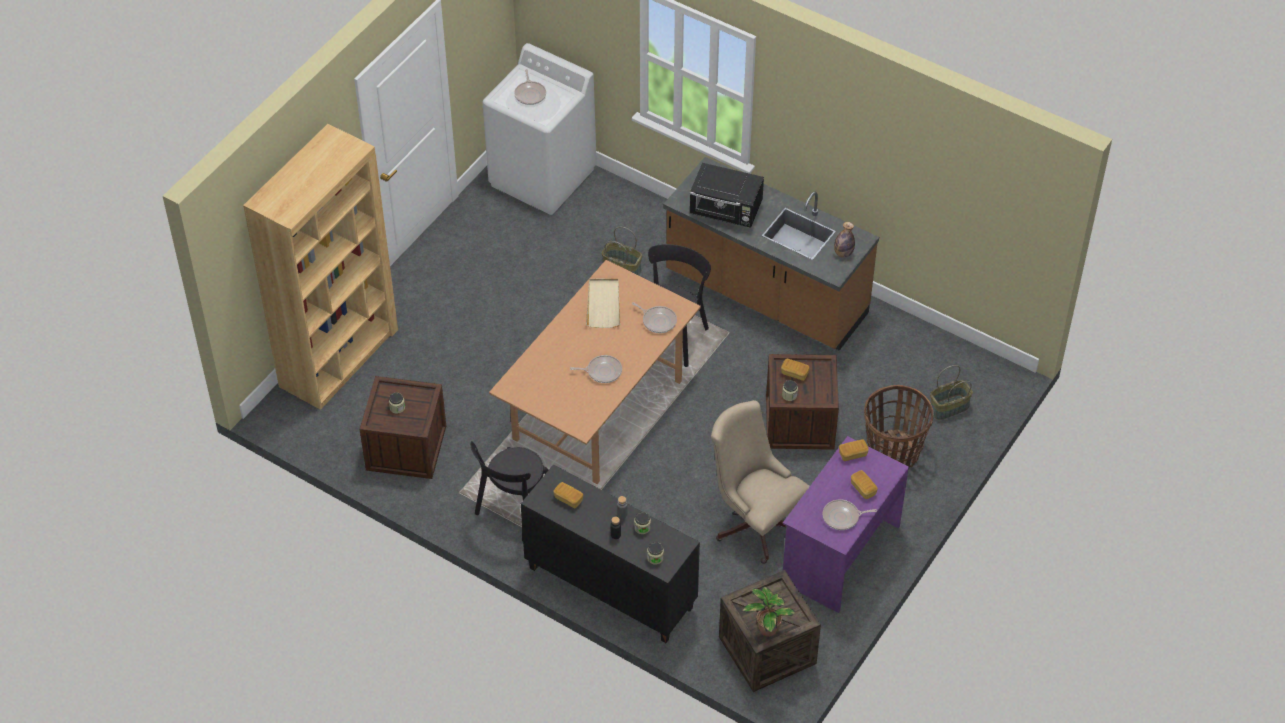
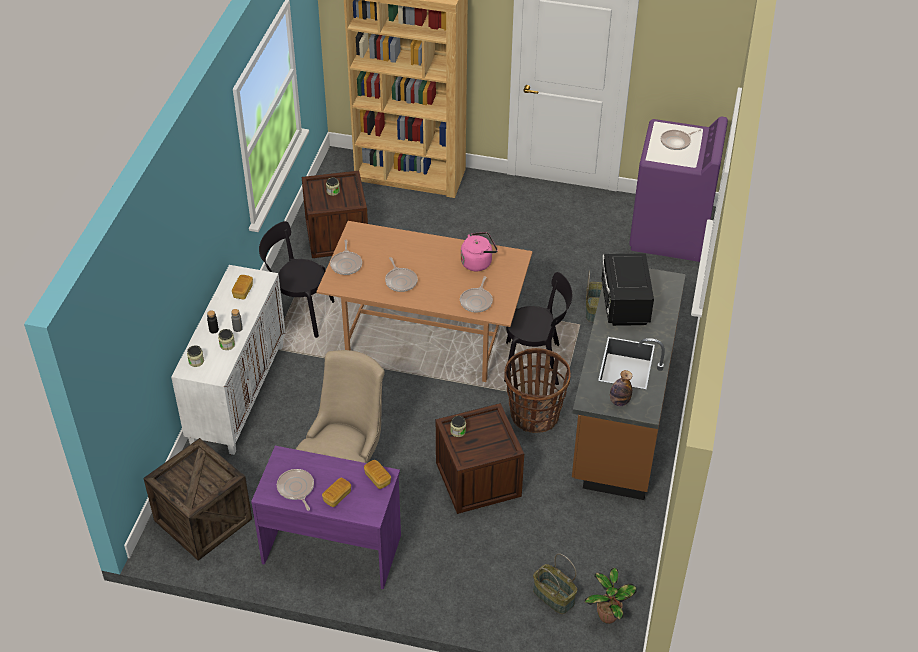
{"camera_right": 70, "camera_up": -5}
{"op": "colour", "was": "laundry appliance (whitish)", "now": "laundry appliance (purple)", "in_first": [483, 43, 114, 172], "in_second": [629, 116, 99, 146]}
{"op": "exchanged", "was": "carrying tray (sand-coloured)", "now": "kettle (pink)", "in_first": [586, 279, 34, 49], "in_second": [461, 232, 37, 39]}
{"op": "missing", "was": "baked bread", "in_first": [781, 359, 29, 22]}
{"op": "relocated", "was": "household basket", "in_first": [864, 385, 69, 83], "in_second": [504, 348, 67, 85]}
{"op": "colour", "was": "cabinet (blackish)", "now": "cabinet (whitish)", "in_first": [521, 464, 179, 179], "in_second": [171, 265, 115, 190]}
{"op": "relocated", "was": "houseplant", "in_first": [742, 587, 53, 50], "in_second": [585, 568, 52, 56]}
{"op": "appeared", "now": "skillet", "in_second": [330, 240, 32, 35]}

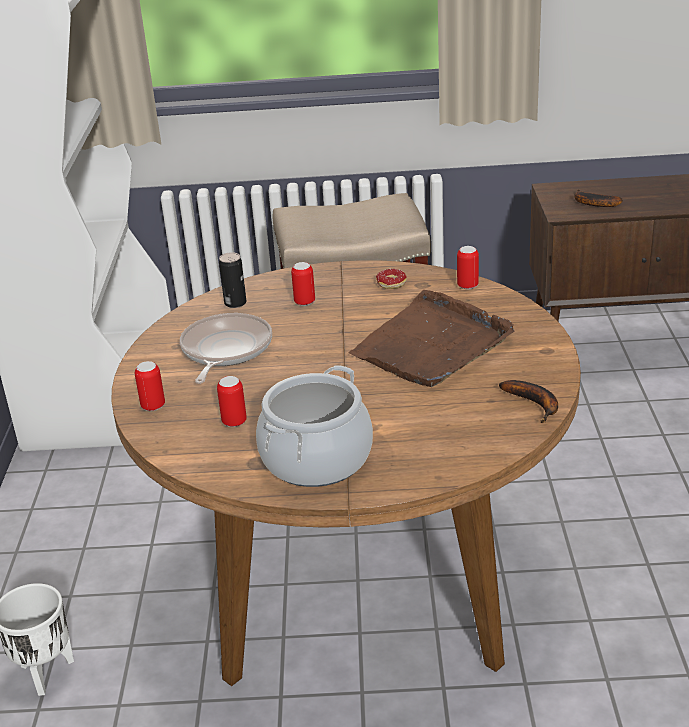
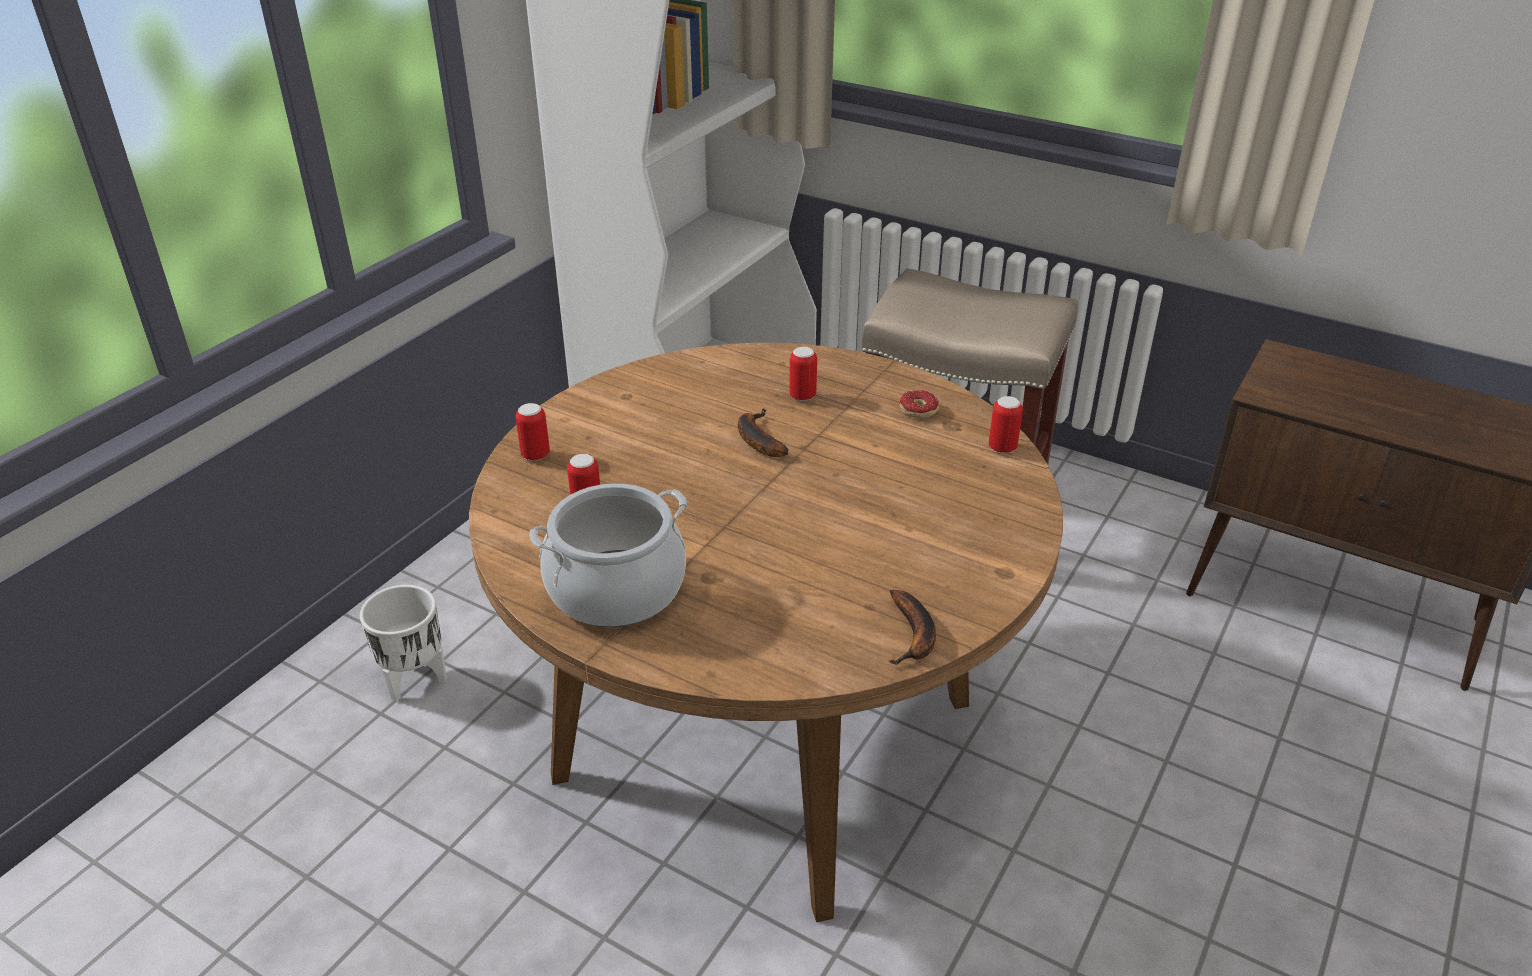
{"camera_right": 30, "camera_up": 5}
{"op": "relocated", "was": "banana", "in_first": [574, 189, 49, 18], "in_second": [738, 408, 51, 49]}
{"op": "missing", "was": "metal can", "in_first": [219, 252, 27, 56]}
{"op": "missing", "was": "carrying tray (brownish)", "in_first": [348, 290, 166, 97]}
{"op": "missing", "was": "skillet", "in_first": [180, 313, 92, 71]}

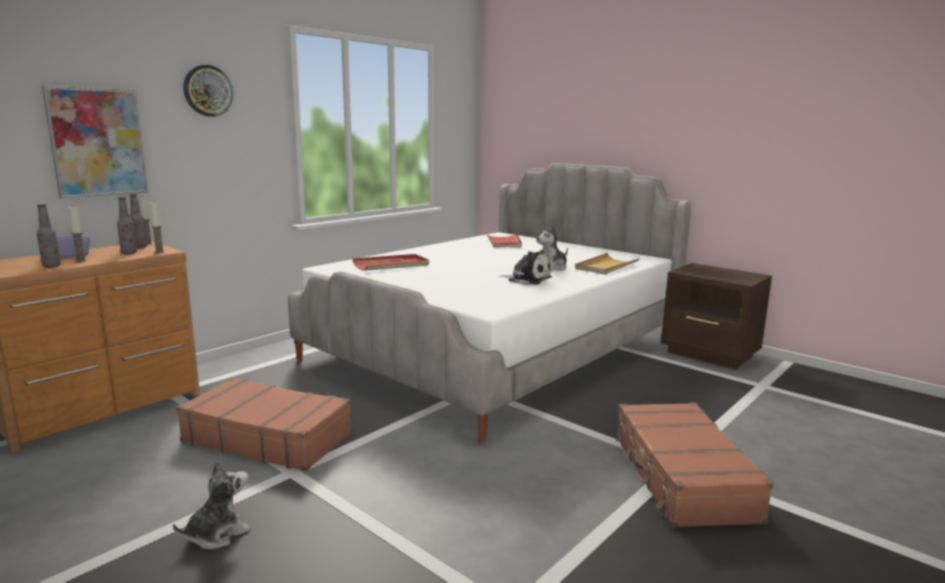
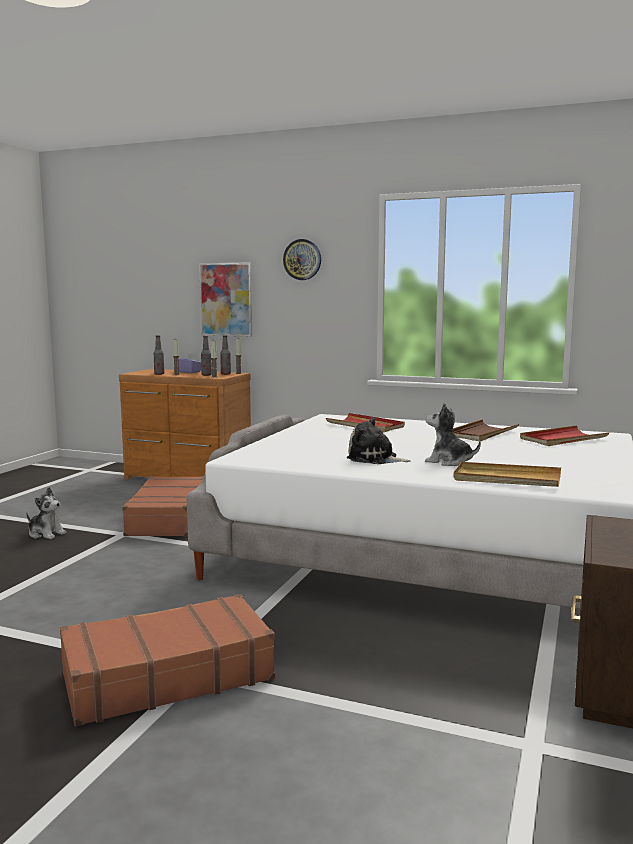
{"camera_right": 70, "camera_up": -5}
{"op": "spun", "was": "soft toy", "in_first": [499, 250, 53, 35], "in_second": [347, 417, 64, 47], "clockwise": 105}
{"op": "appeared", "now": "carrying tray (brownish)", "in_second": [453, 419, 66, 23]}

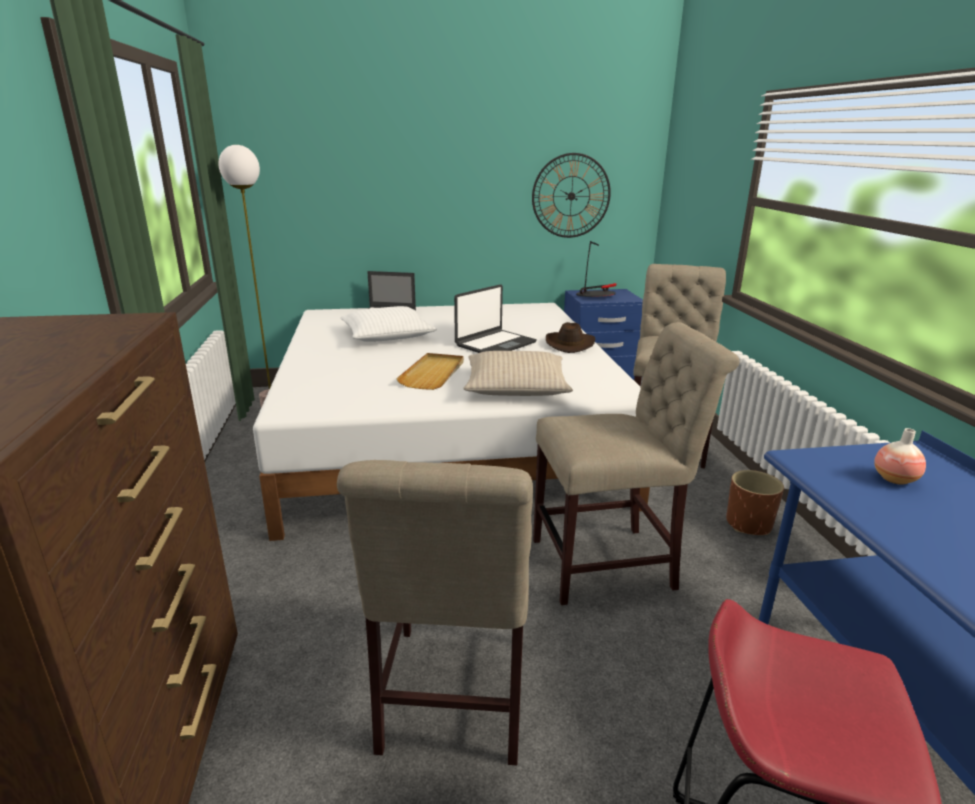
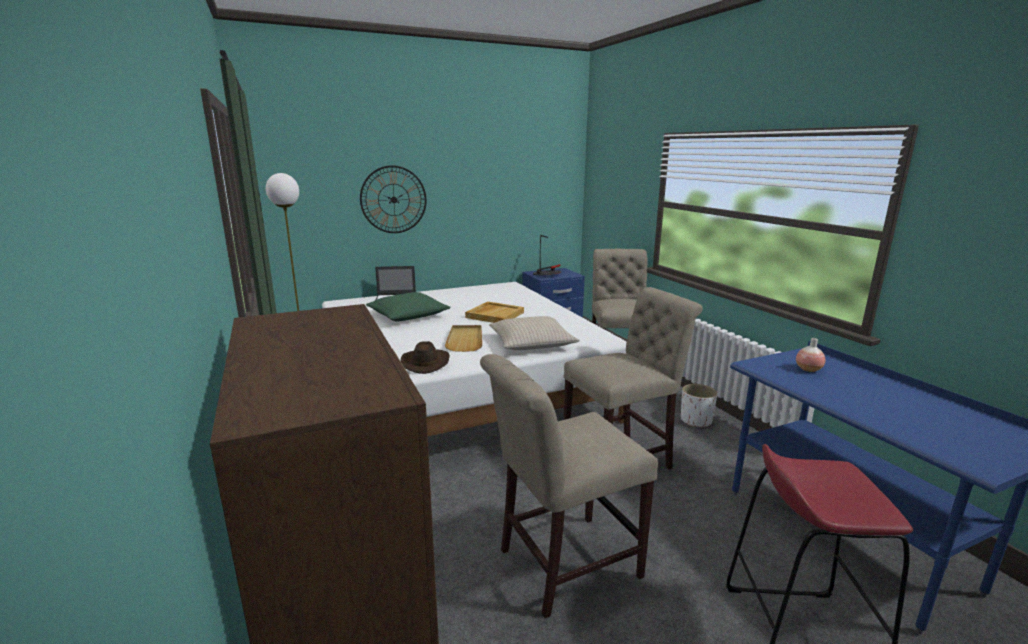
{"camera_right": -15, "camera_up": -5}
{"op": "relocated", "was": "hanging clock", "in_first": [532, 153, 79, 85], "in_second": [360, 165, 66, 68]}
{"op": "exchanged", "was": "notebook computer", "now": "carrying tray (sand-coloured)", "in_first": [454, 284, 83, 69], "in_second": [465, 302, 59, 21]}
{"op": "colour", "was": "pillow (whitish)", "now": "pillow (greenish)", "in_first": [340, 306, 97, 36], "in_second": [366, 292, 85, 30]}
{"op": "relocated", "was": "clothing hat (brownish)", "in_first": [546, 322, 49, 31], "in_second": [401, 341, 49, 33]}
{"op": "spun", "was": "upright chair (sand-coloured)", "in_first": [337, 460, 196, 305], "in_second": [480, 354, 178, 264], "clockwise": 75}
{"op": "colour", "was": "plant pot (brownish)", "now": "plant pot (whitish)", "in_first": [726, 470, 58, 65], "in_second": [681, 384, 36, 43]}

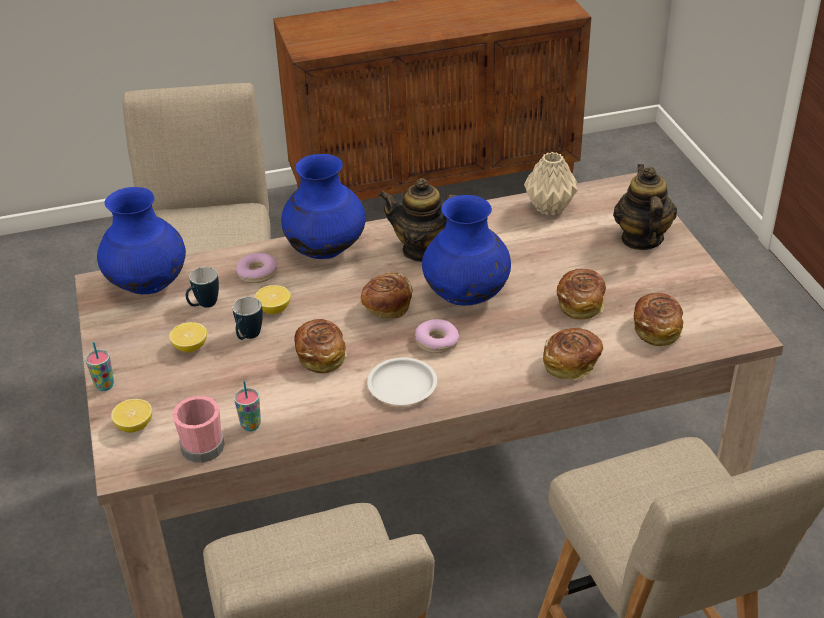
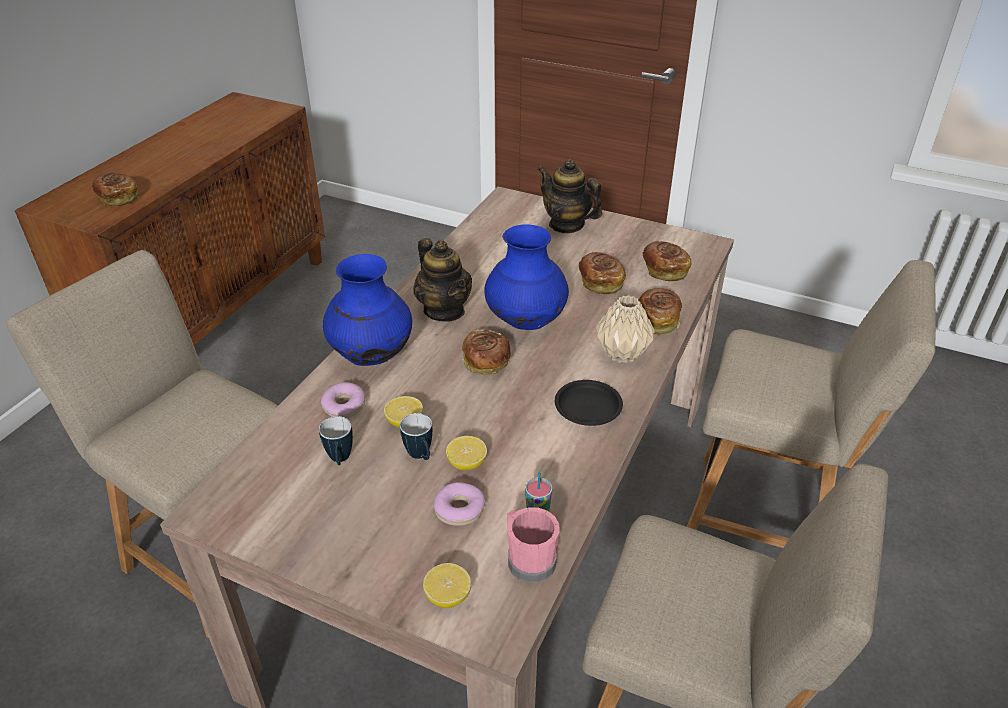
{"camera_right": -50, "camera_up": 0}
{"op": "relocated", "was": "decorative vase (sand-coloured)", "in_first": [524, 152, 54, 64], "in_second": [596, 295, 59, 68]}
{"op": "spun", "was": "tea pot", "in_first": [378, 178, 79, 84], "in_second": [414, 238, 58, 83], "clockwise": -90}
{"op": "missing", "was": "decorative vase (blue)", "in_first": [97, 187, 89, 107]}
{"op": "relocated", "was": "baked bread", "in_first": [294, 319, 53, 55], "in_second": [92, 173, 46, 33]}
{"op": "relocated", "was": "doughnut", "in_first": [415, 319, 44, 34], "in_second": [434, 482, 52, 44]}
{"op": "relocated", "was": "lemon", "in_first": [169, 322, 38, 30], "in_second": [446, 436, 41, 34]}
{"op": "missing", "was": "cup", "in_first": [85, 342, 29, 49]}
{"op": "colour", "was": "dinner plate (whitish)", "now": "dinner plate (blackish)", "in_first": [367, 358, 70, 47], "in_second": [555, 380, 68, 46]}

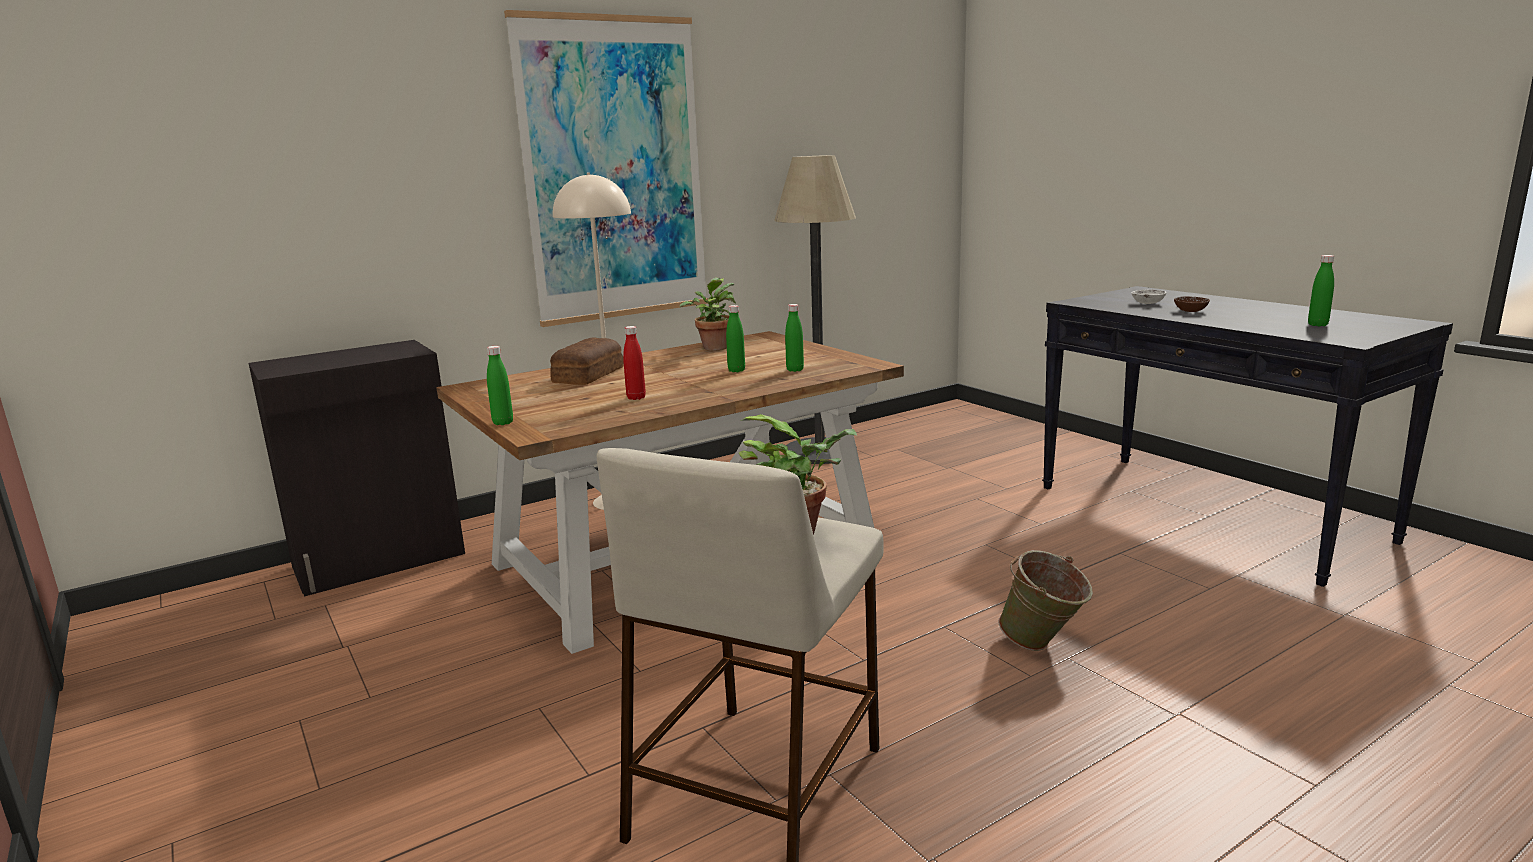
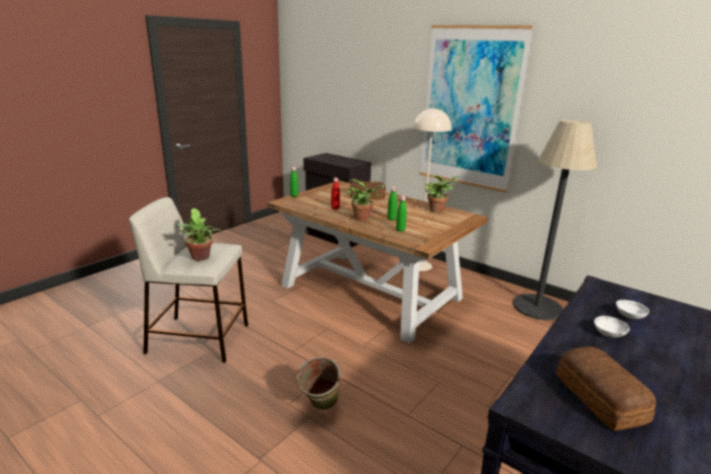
{"camera_right": 70, "camera_up": 5}
{"op": "exchanged", "was": "beverage bottle (greenish)", "now": "baked bread", "in_first": [1308, 255, 26, 71], "in_second": [556, 346, 100, 85]}
{"op": "colour", "was": "deep dish (brownish)", "now": "deep dish (whitish)", "in_first": [1174, 296, 36, 16], "in_second": [594, 316, 36, 22]}
{"op": "appeared", "now": "houseplant", "in_second": [346, 179, 38, 42]}

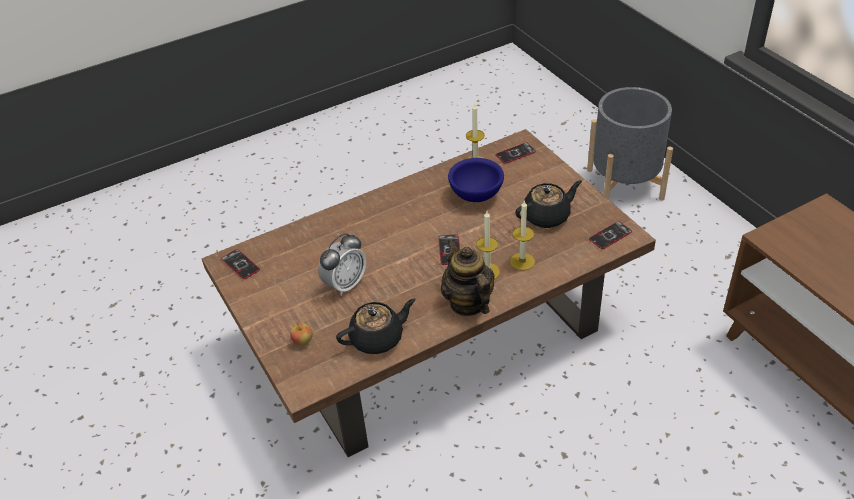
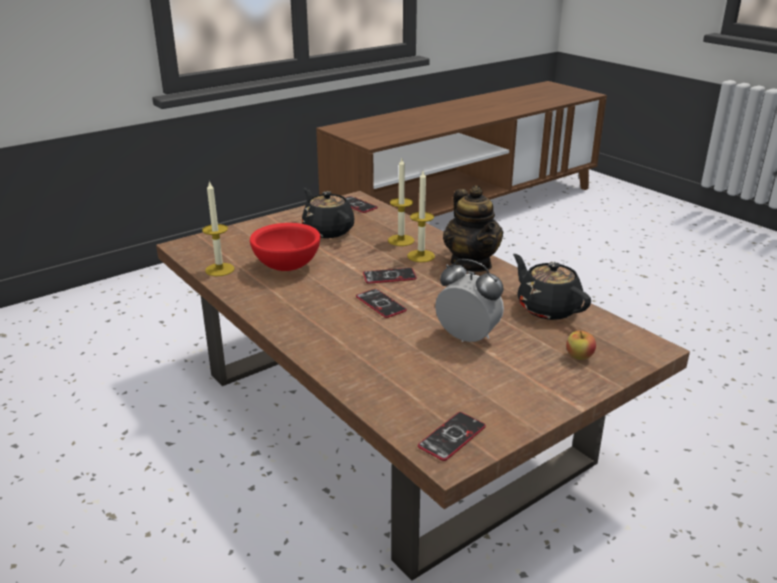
{"camera_right": -100, "camera_up": -15}
{"op": "missing", "was": "plant pot (grey)", "in_first": [587, 87, 86, 114]}
{"op": "relocated", "was": "telephone", "in_first": [496, 142, 40, 22], "in_second": [356, 289, 51, 29]}
{"op": "colour", "was": "deep dish (blue)", "now": "deep dish (reddish)", "in_first": [448, 158, 56, 44], "in_second": [250, 223, 71, 48]}
{"op": "spun", "was": "tea pot", "in_first": [441, 239, 53, 77], "in_second": [443, 185, 60, 87], "clockwise": -75}

